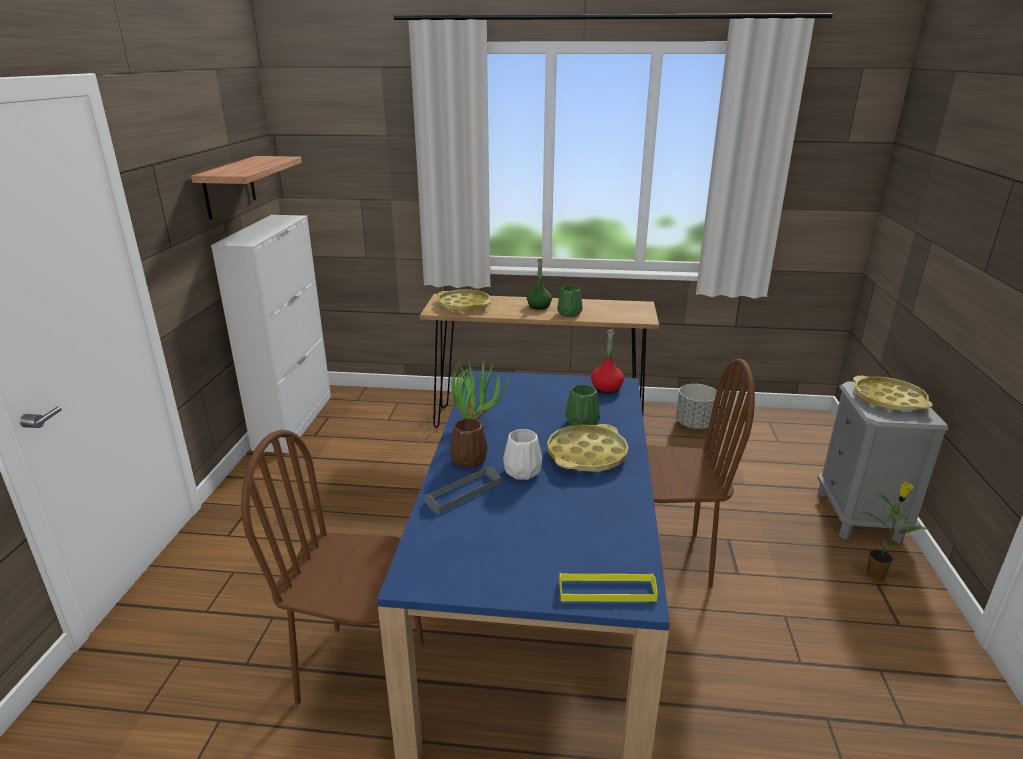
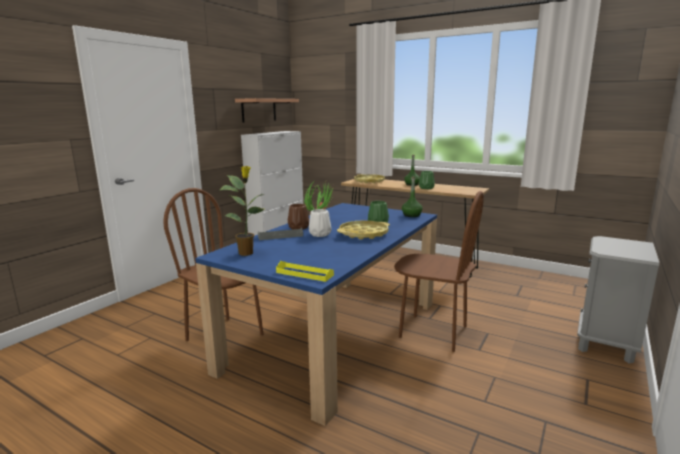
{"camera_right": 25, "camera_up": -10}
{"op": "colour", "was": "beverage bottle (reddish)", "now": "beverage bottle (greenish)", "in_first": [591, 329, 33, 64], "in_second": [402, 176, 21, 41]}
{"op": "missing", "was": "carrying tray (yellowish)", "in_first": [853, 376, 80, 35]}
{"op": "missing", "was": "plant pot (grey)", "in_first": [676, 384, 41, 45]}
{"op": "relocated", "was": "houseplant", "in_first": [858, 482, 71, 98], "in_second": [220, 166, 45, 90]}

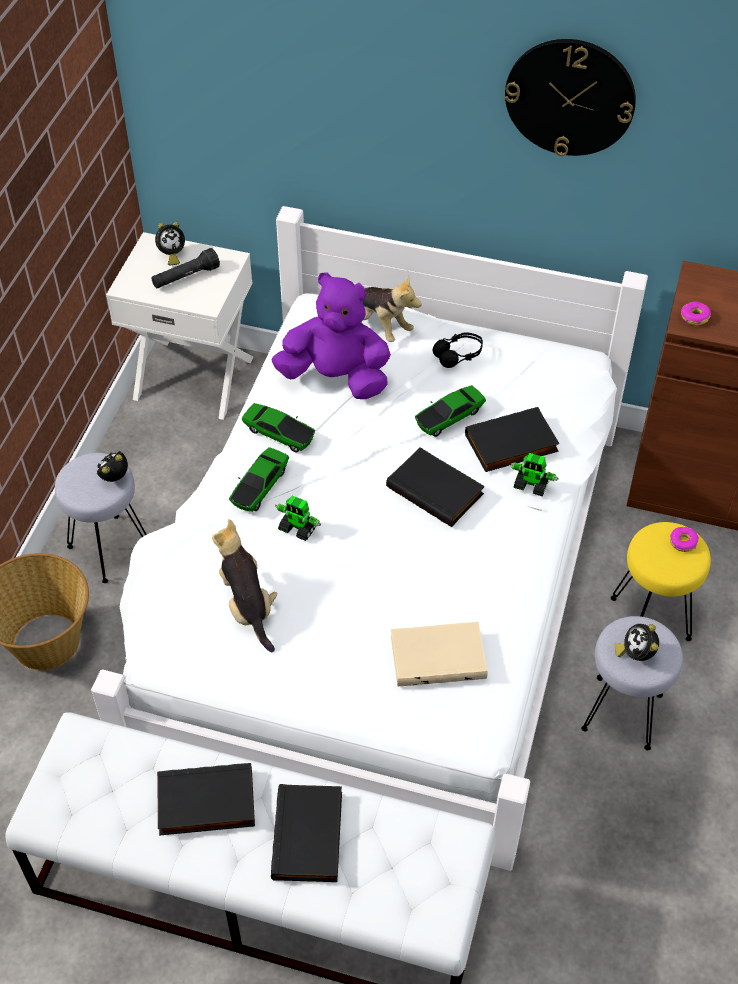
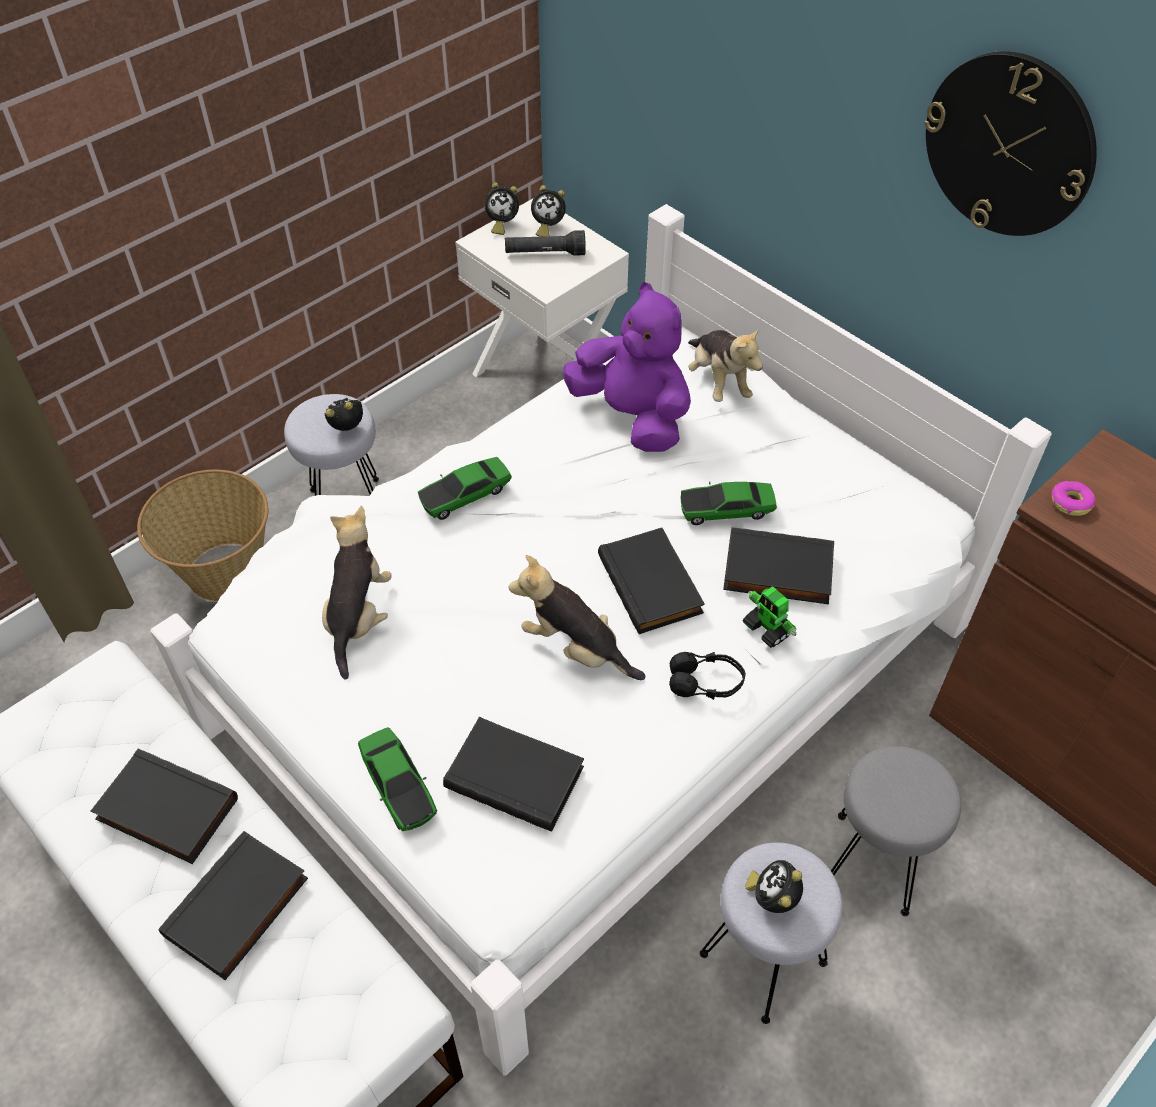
{"camera_right": 30, "camera_up": 0}
{"op": "relocated", "was": "pair of headphones (blackish)", "in_first": [432, 332, 51, 36], "in_second": [669, 652, 77, 48]}
{"op": "relocated", "was": "model car", "in_first": [241, 403, 74, 49], "in_second": [358, 727, 79, 104]}
{"op": "missing", "was": "model robot", "in_first": [275, 496, 46, 45]}
{"op": "colour", "was": "stool seat (yellowish)", "now": "stool seat (grey)", "in_first": [611, 522, 100, 119], "in_second": [831, 746, 130, 170]}
{"op": "missing", "was": "doughnut", "in_first": [670, 527, 29, 25]}
{"op": "colour", "was": "book (sand-coloured)", "now": "book (blackish)", "in_first": [391, 622, 97, 64], "in_second": [443, 717, 141, 115]}
{"op": "appeared", "now": "bedside clock", "in_second": [484, 182, 35, 53]}
{"op": "appeared", "now": "soft toy", "in_second": [509, 555, 137, 125]}

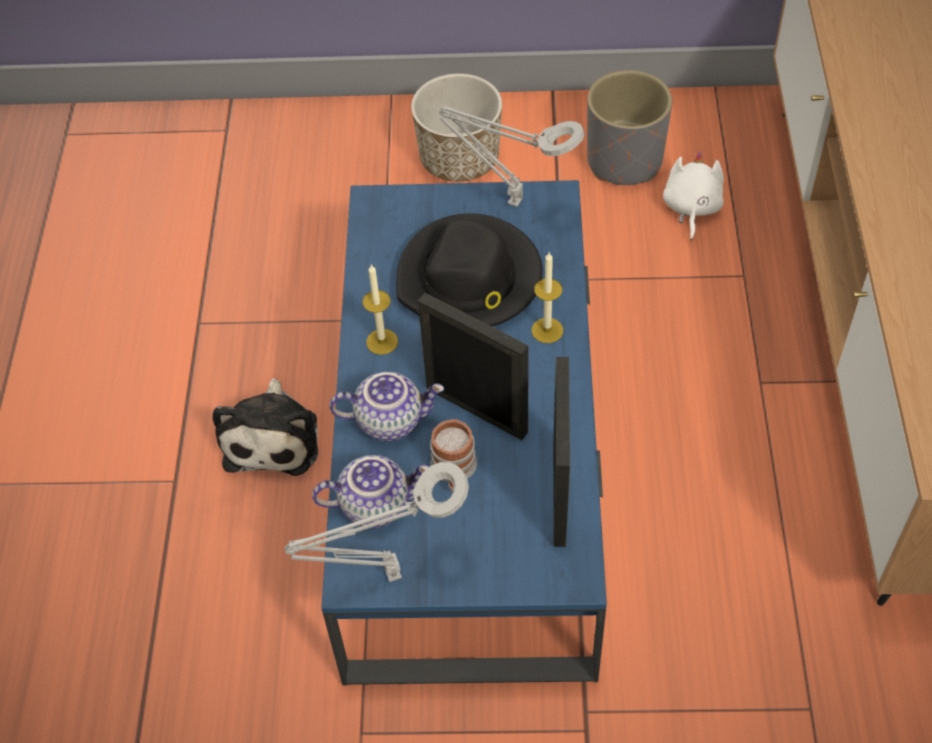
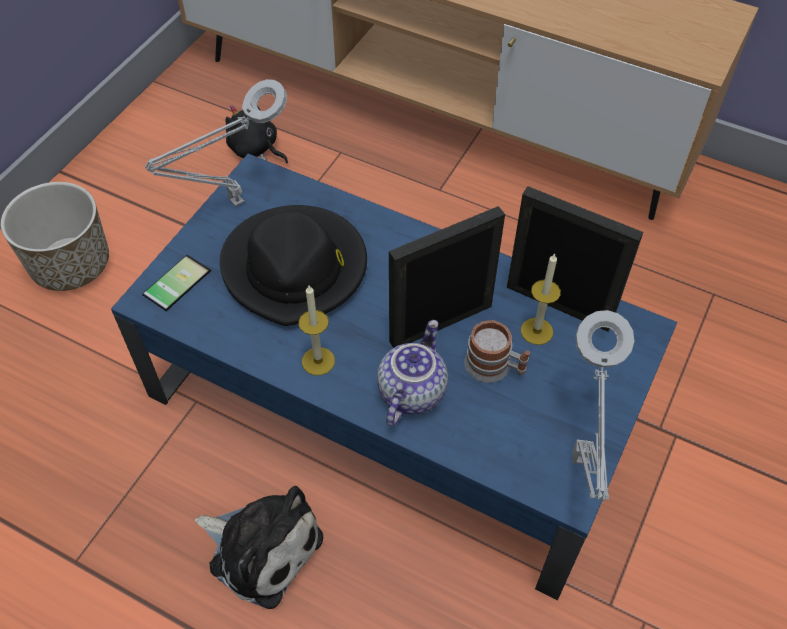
{"camera_right": -65, "camera_up": 0}
{"op": "missing", "was": "plant pot (grey)", "in_first": [587, 70, 85, 115]}
{"op": "colour", "was": "soft toy (whitish)", "now": "soft toy (blackish)", "in_first": [663, 152, 61, 89], "in_second": [226, 105, 62, 58]}
{"op": "relocated", "was": "candle", "in_first": [532, 253, 31, 90], "in_second": [521, 253, 40, 92]}
{"op": "missing", "was": "tea pot", "in_first": [312, 455, 117, 73]}
{"op": "appeared", "now": "telephone", "in_second": [142, 255, 69, 56]}

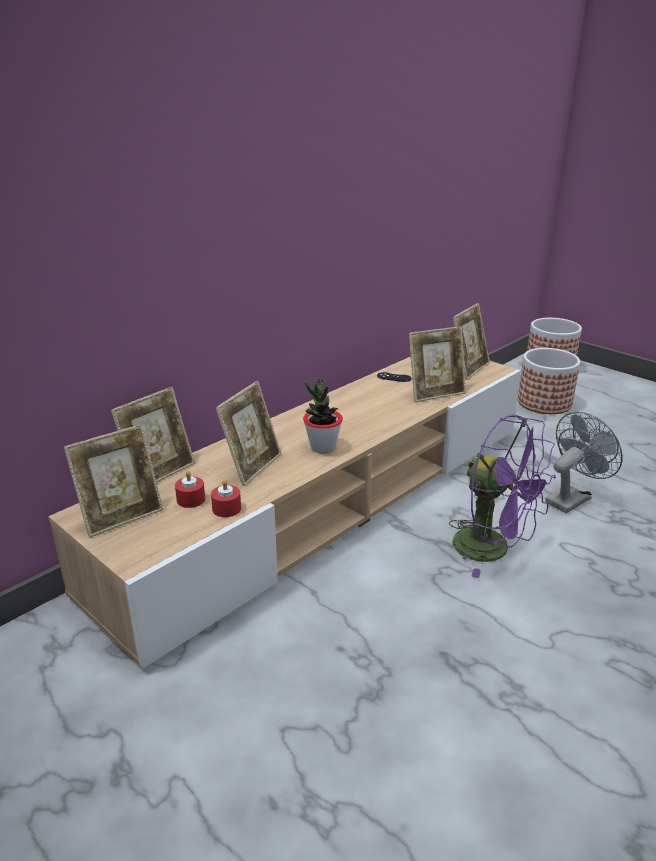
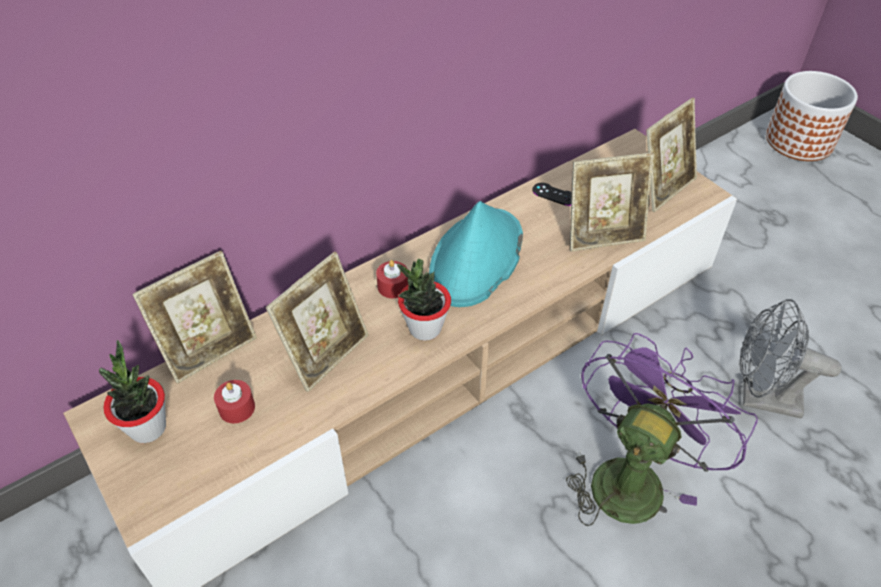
{"camera_right": 10, "camera_up": 20}
{"op": "missing", "was": "plant pot", "in_first": [518, 348, 62, 66]}
{"op": "spun", "was": "fan (grey)", "in_first": [545, 412, 78, 101], "in_second": [740, 299, 102, 119], "clockwise": -135}
{"op": "spun", "was": "fan (purple)", "in_first": [449, 414, 107, 164], "in_second": [566, 333, 192, 193], "clockwise": -105}
{"op": "exchanged", "was": "photo frame", "now": "houseplant", "in_first": [64, 424, 99, 114], "in_second": [99, 340, 67, 103]}
{"op": "relocated", "was": "candle (reddish)", "in_first": [211, 479, 30, 38], "in_second": [376, 260, 32, 38]}
{"op": "appeared", "now": "clothing hat (turquoise-coloured)", "in_second": [429, 201, 94, 106]}

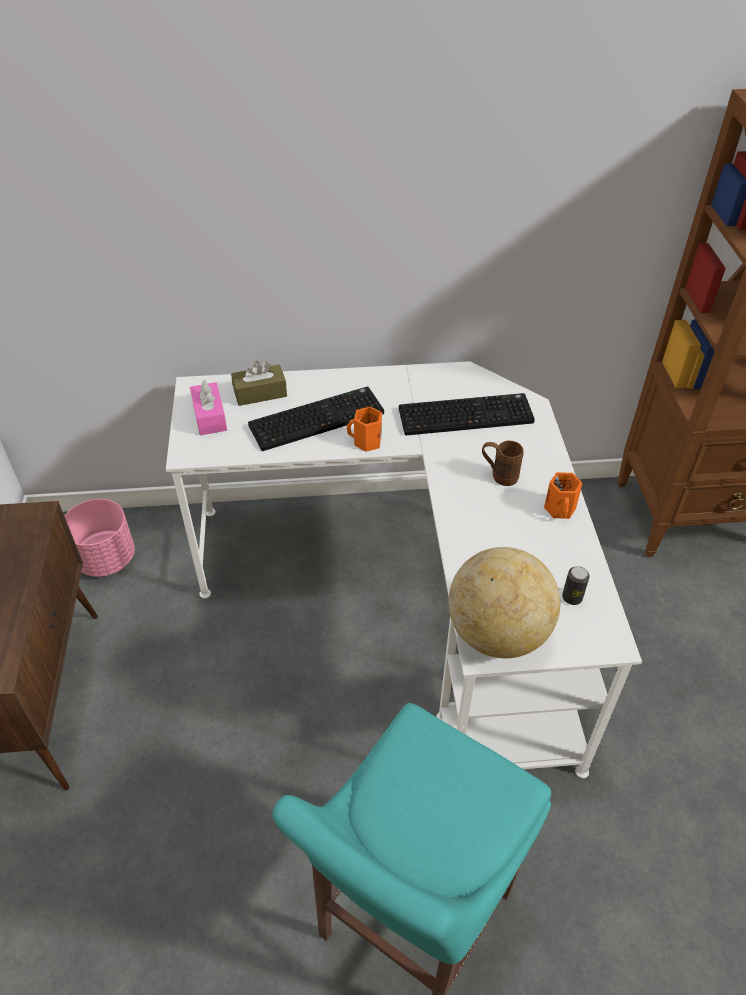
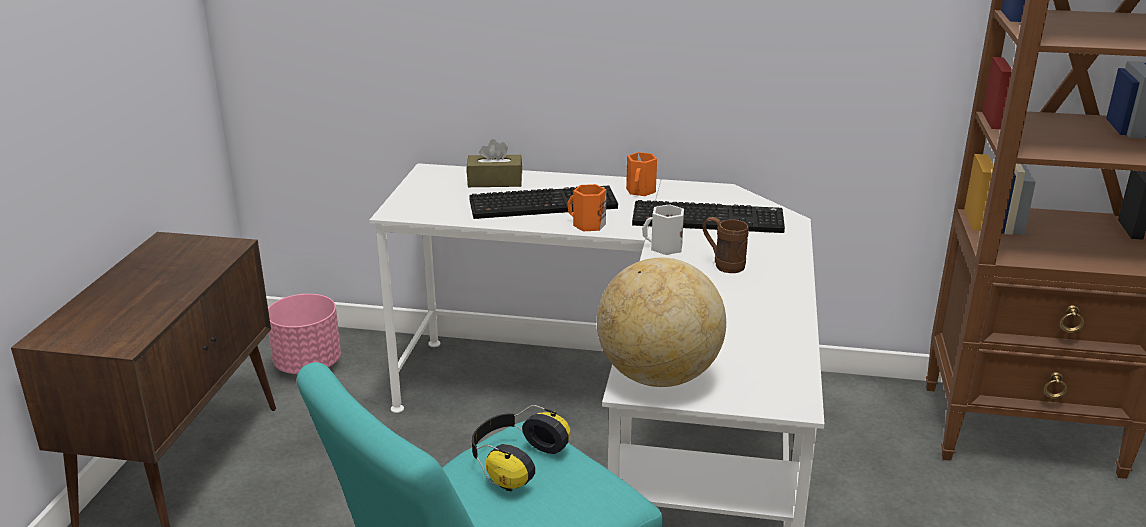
{"camera_right": 15, "camera_up": -20}
{"op": "missing", "was": "box of tissues (pink)", "in_first": [190, 379, 37, 57]}
{"op": "relocated", "was": "coffee mug (orange)", "in_first": [544, 472, 39, 47], "in_second": [626, 152, 31, 44]}
{"op": "missing", "was": "metal can", "in_first": [562, 566, 28, 39]}
{"op": "appeared", "now": "coffee mug (whitish)", "in_second": [642, 204, 42, 51]}
{"op": "appeared", "now": "pair of headphones", "in_second": [472, 405, 98, 87]}

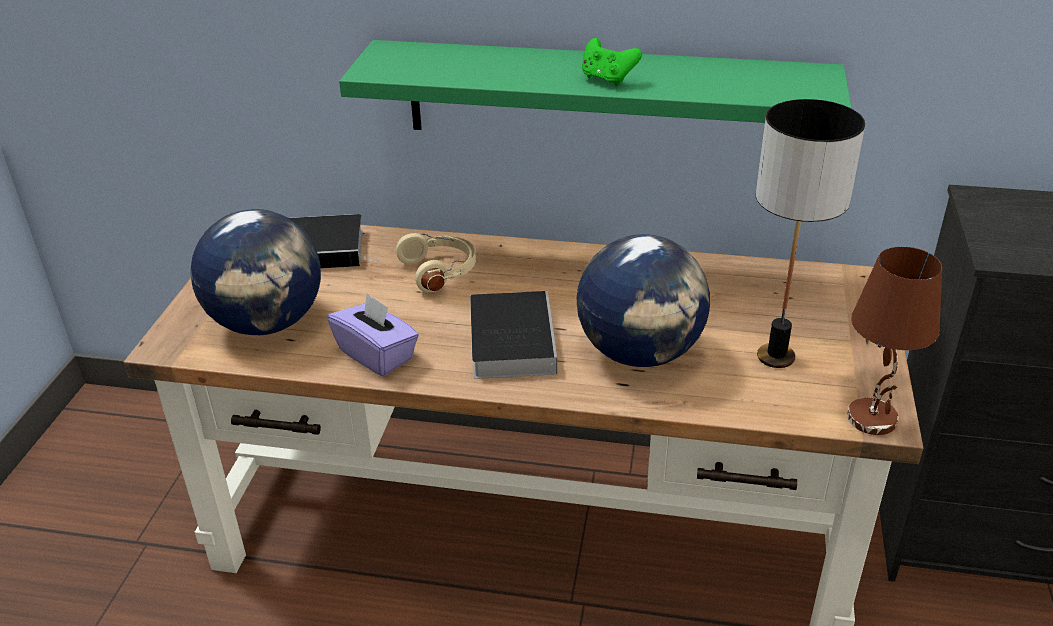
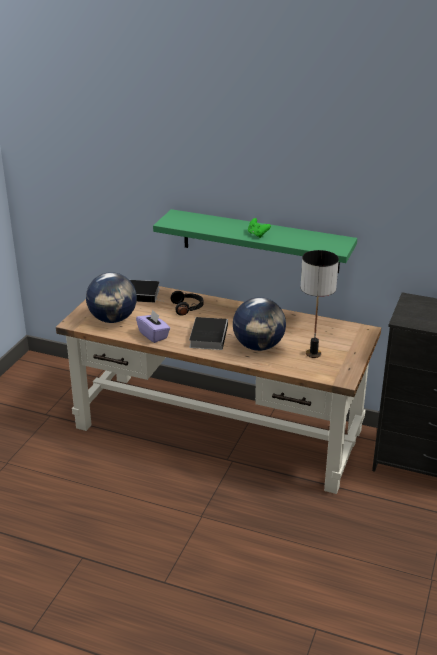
{"camera_right": 10, "camera_up": -5}
{"op": "colour", "was": "pair of headphones (sand-coloured)", "now": "pair of headphones (blackish)", "in_first": [396, 233, 80, 60], "in_second": [171, 291, 32, 25]}
{"op": "missing", "was": "table lamp (brownish)", "in_first": [847, 246, 95, 189]}

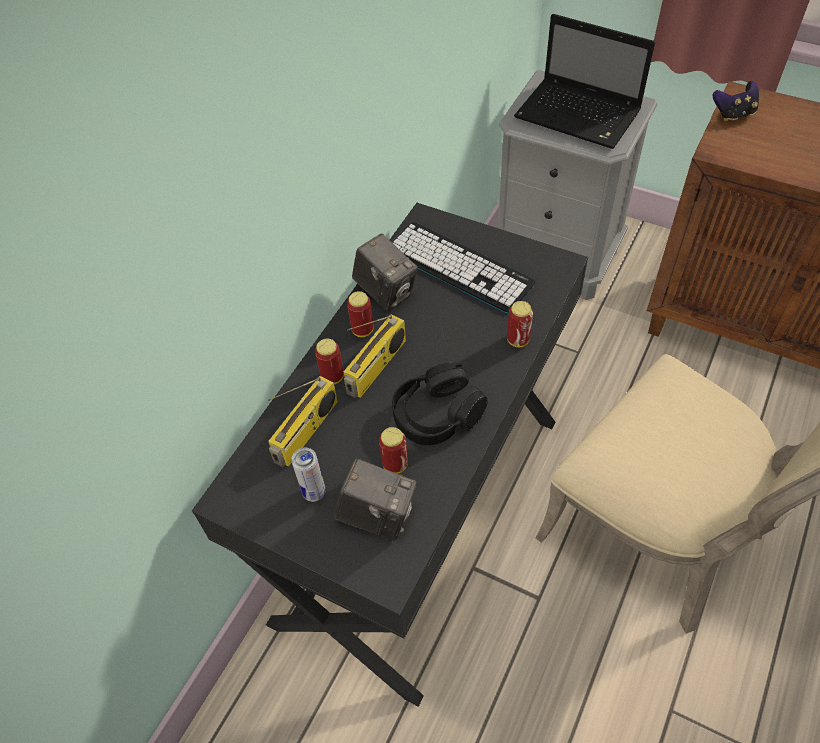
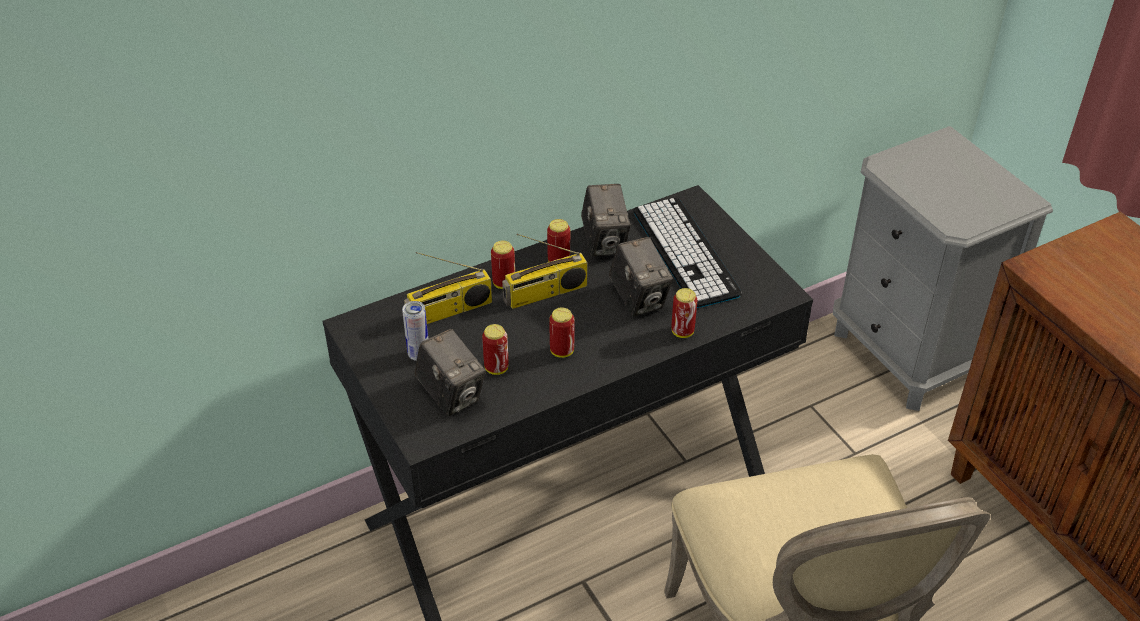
{"camera_right": 30, "camera_up": -10}
{"op": "missing", "was": "notebook computer", "in_first": [514, 14, 141, 135]}
{"op": "missing", "was": "gamepad", "in_first": [713, 81, 46, 41]}
{"op": "exchanged", "was": "pair of headphones (blackish)", "now": "metal can", "in_first": [392, 362, 96, 83], "in_second": [549, 307, 25, 51]}
{"op": "appeared", "now": "still camera", "in_second": [609, 237, 64, 79]}

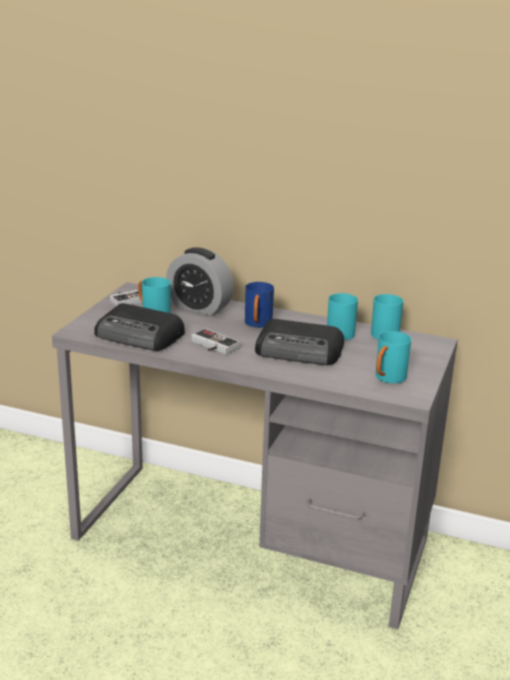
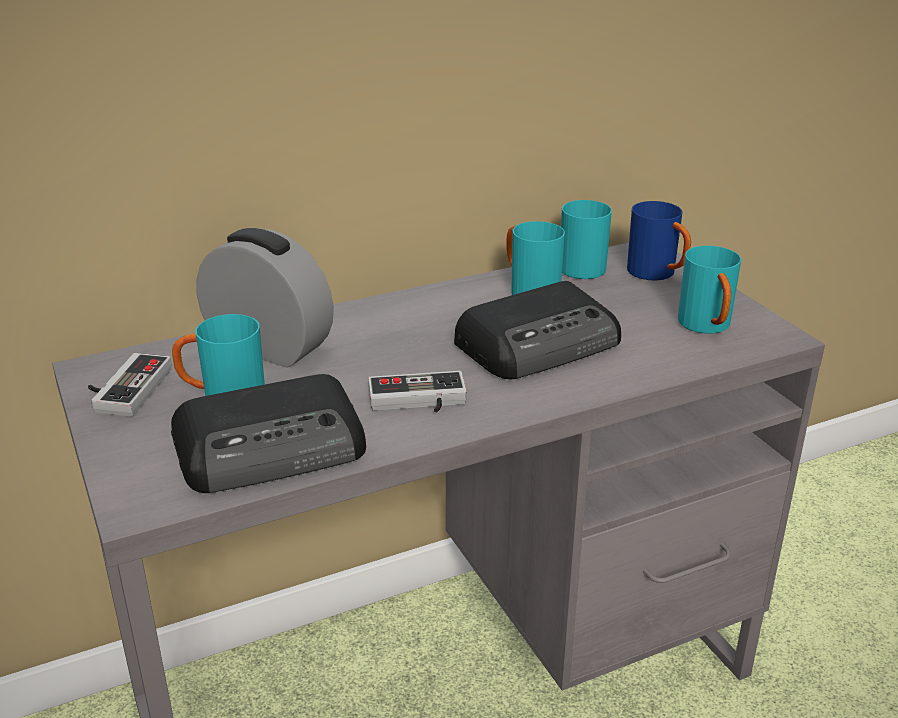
{"camera_right": -45, "camera_up": 5}
{"op": "spun", "was": "bedside clock", "in_first": [166, 247, 68, 69], "in_second": [196, 228, 138, 140], "clockwise": -135}
{"op": "relocated", "was": "coffee mug (blue)", "in_first": [245, 282, 29, 46], "in_second": [627, 201, 64, 80]}

